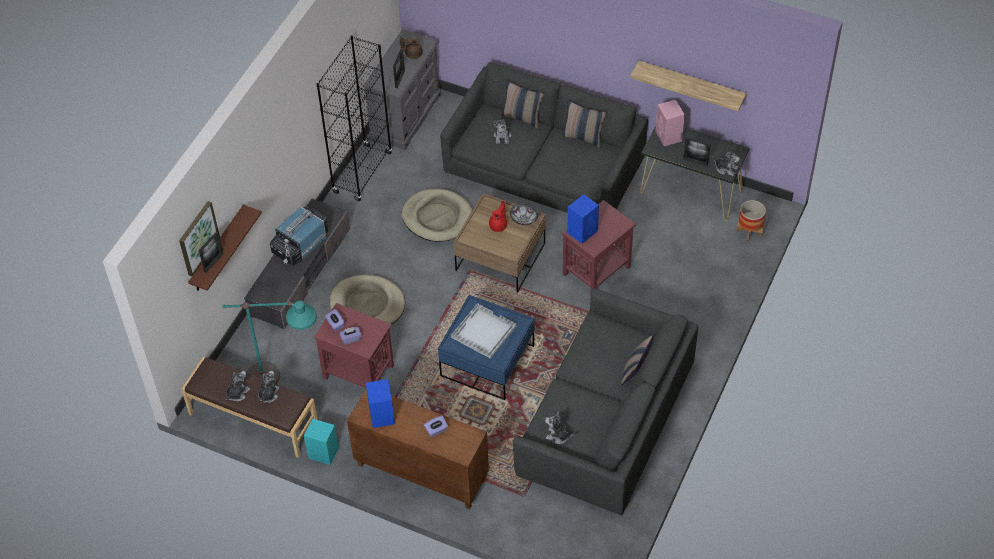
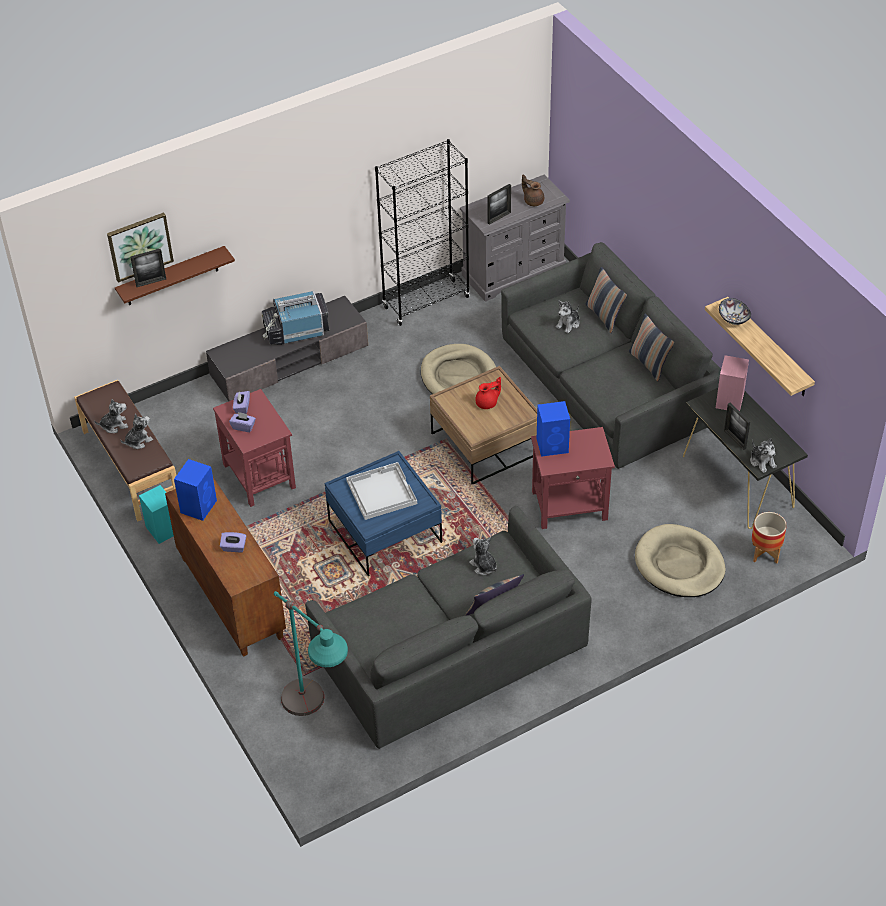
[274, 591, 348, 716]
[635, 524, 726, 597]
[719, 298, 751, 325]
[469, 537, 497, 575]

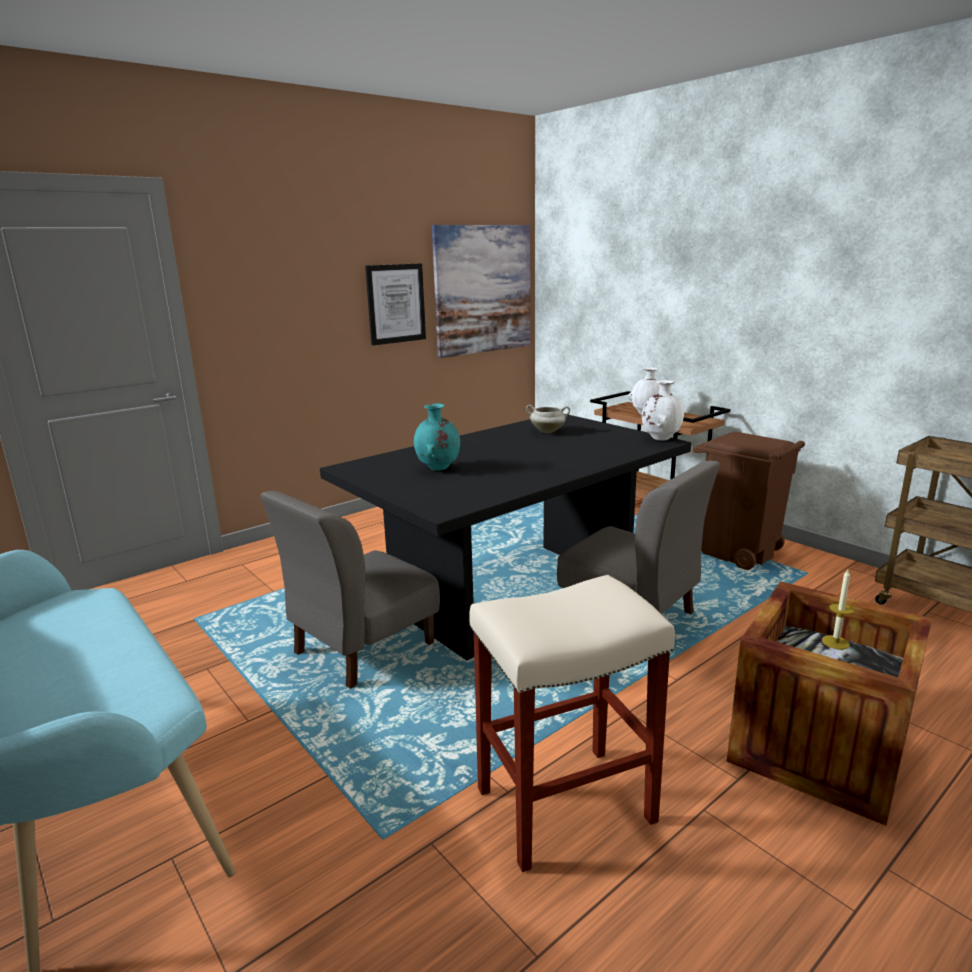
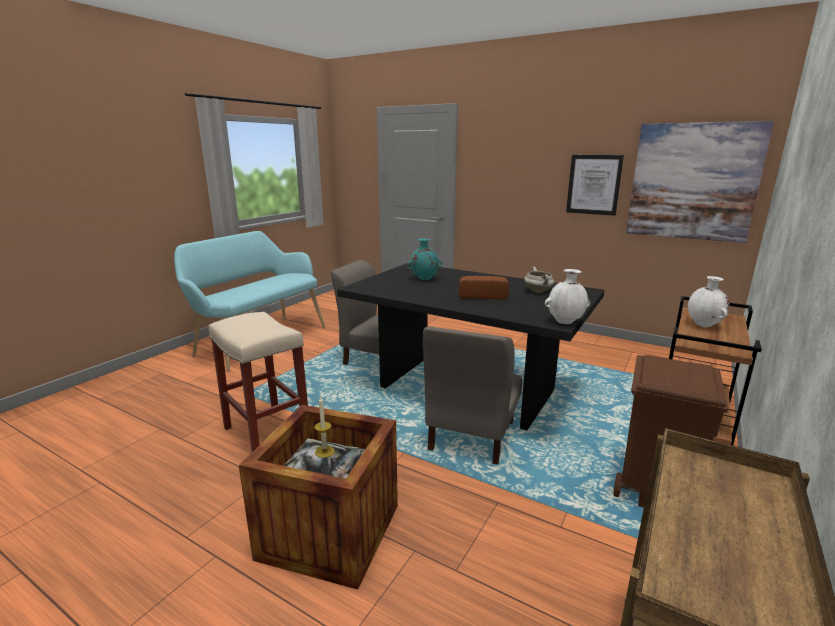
[459, 276, 509, 299]

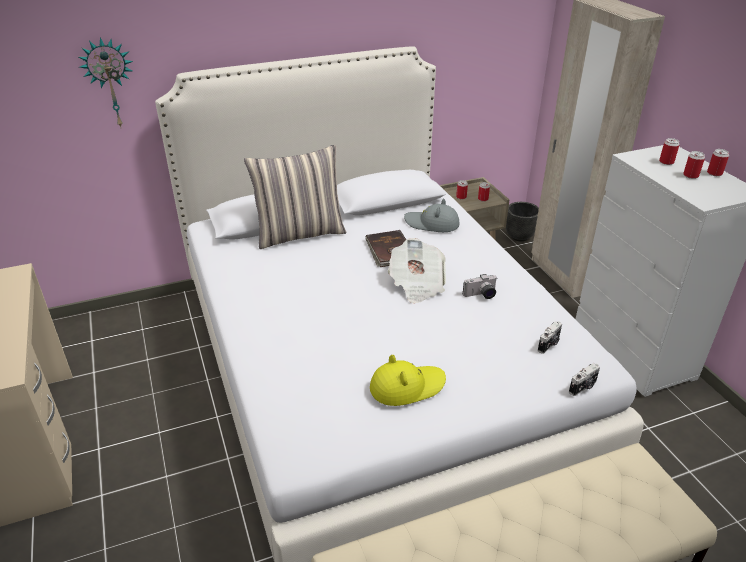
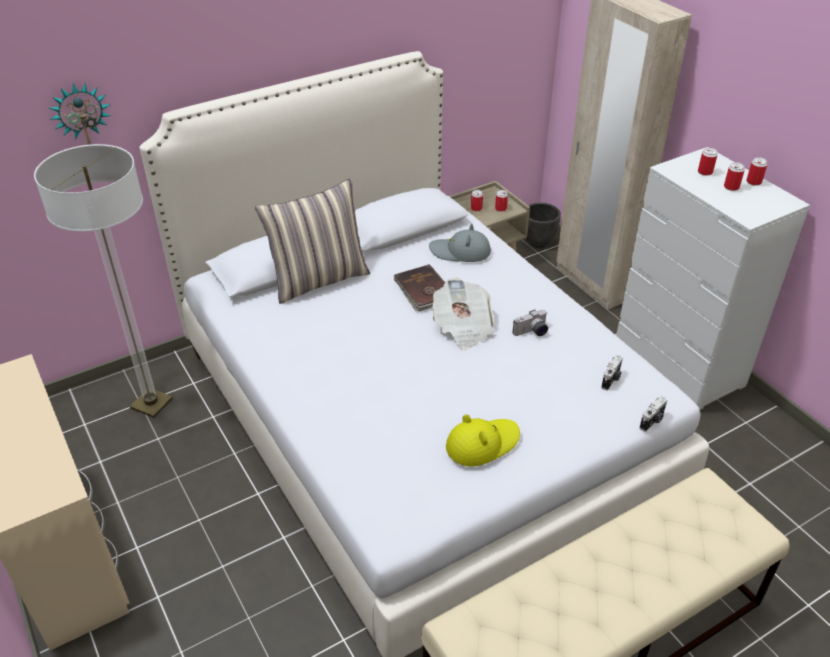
[34, 144, 173, 418]

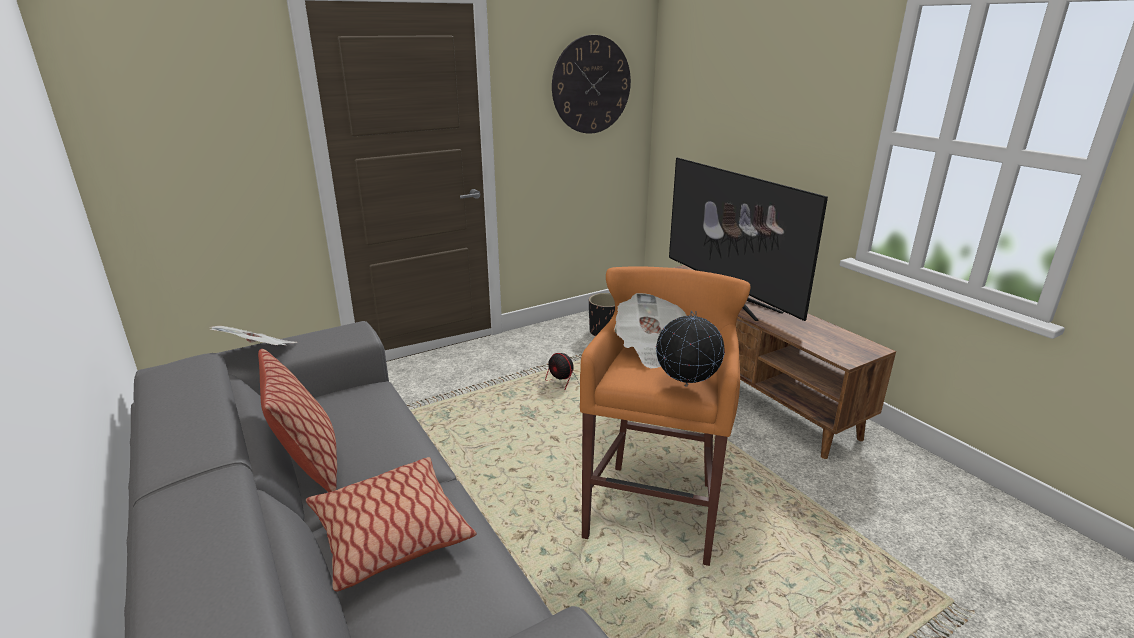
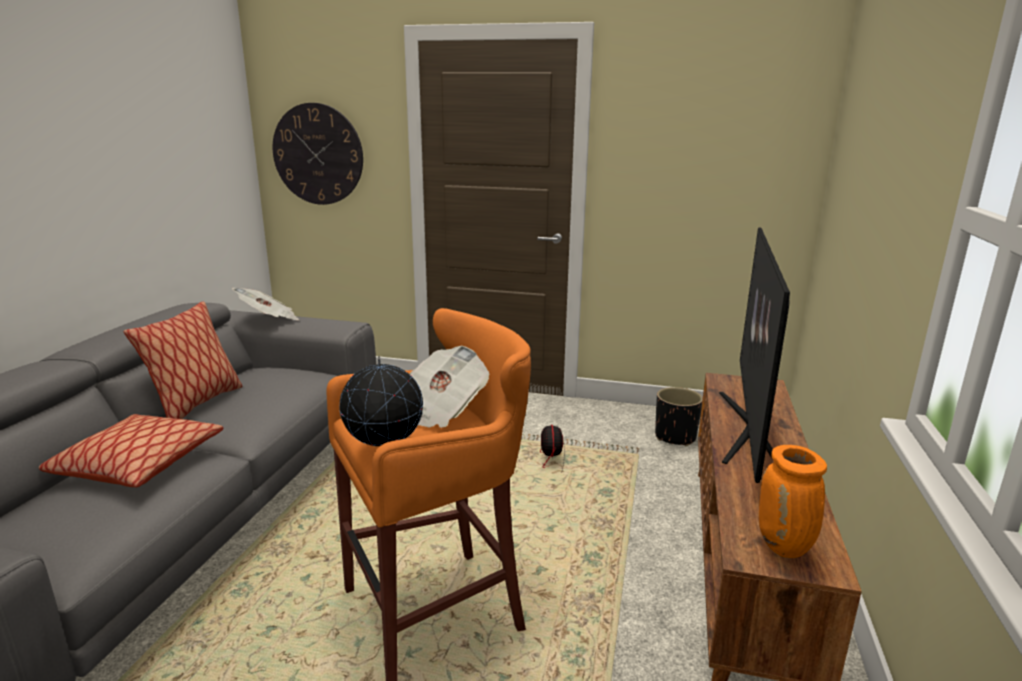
[273, 103, 363, 205]
[759, 445, 827, 558]

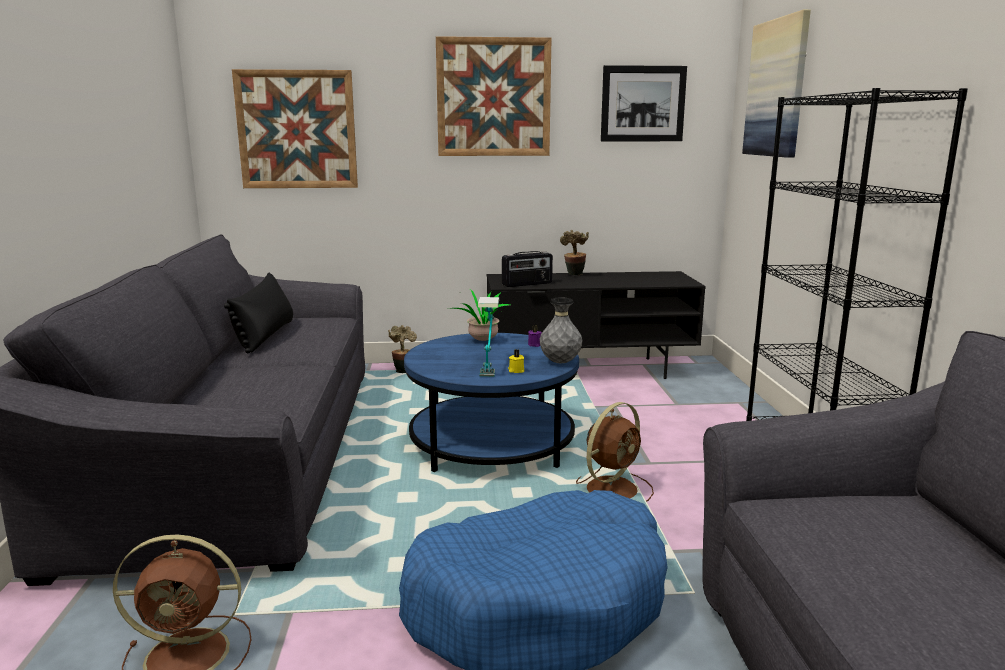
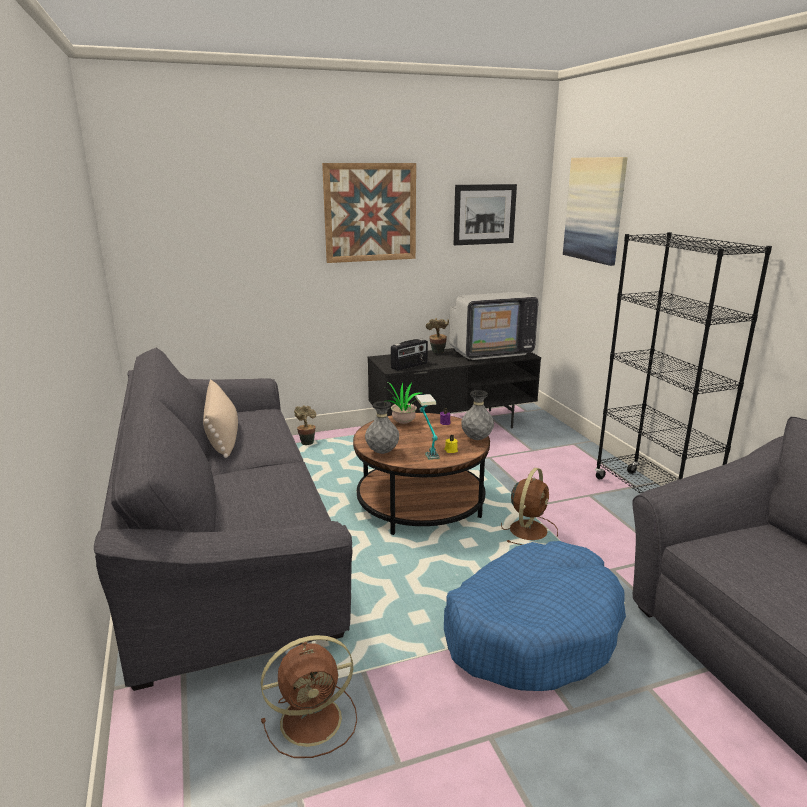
[203, 379, 238, 458]
[232, 69, 358, 188] (first image)
[353, 413, 490, 535]
[365, 401, 399, 454]
[449, 292, 539, 360]

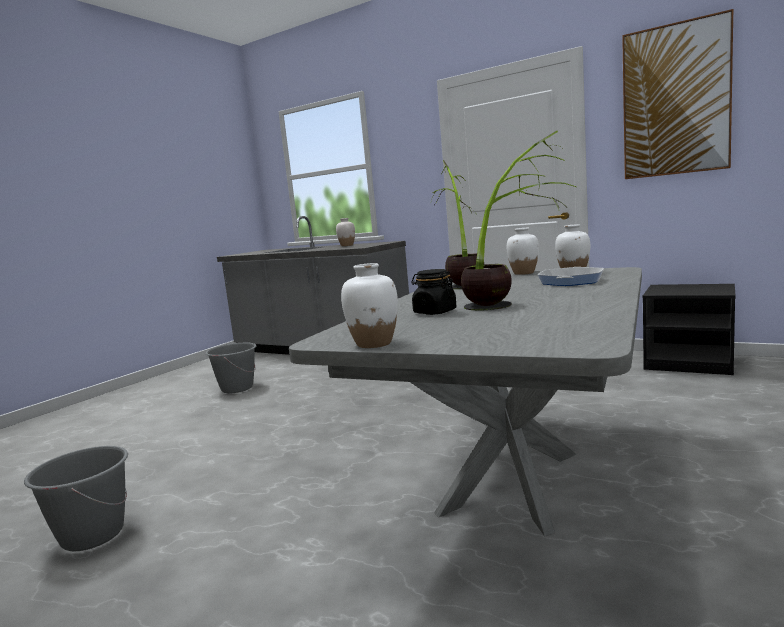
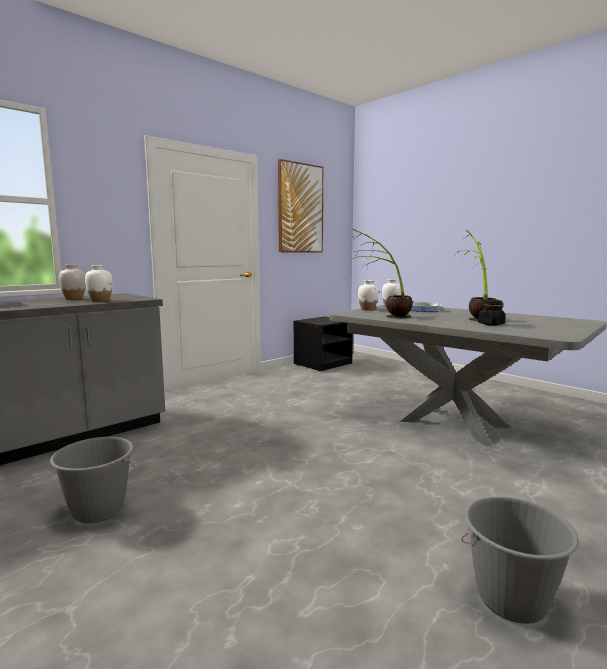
[85, 265, 113, 302]

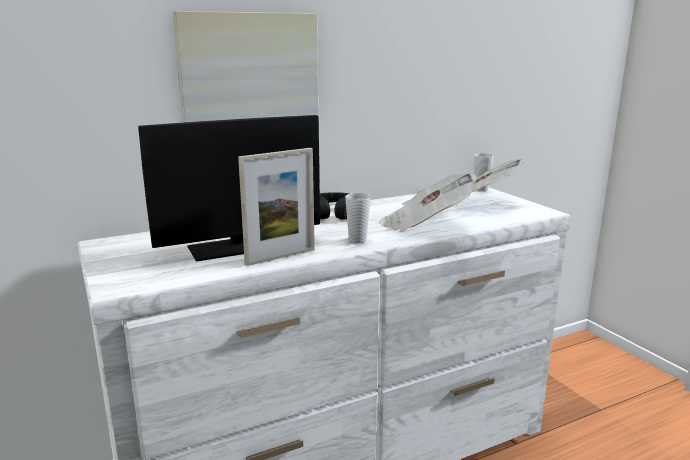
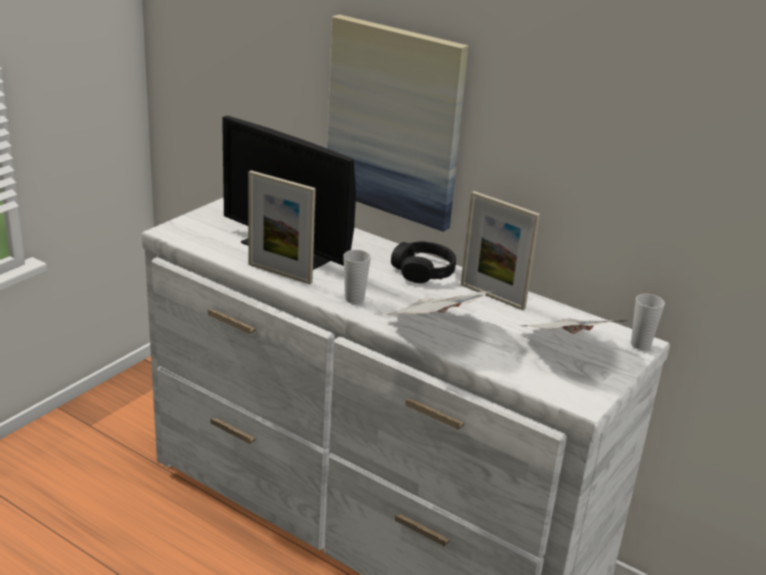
[461, 191, 540, 310]

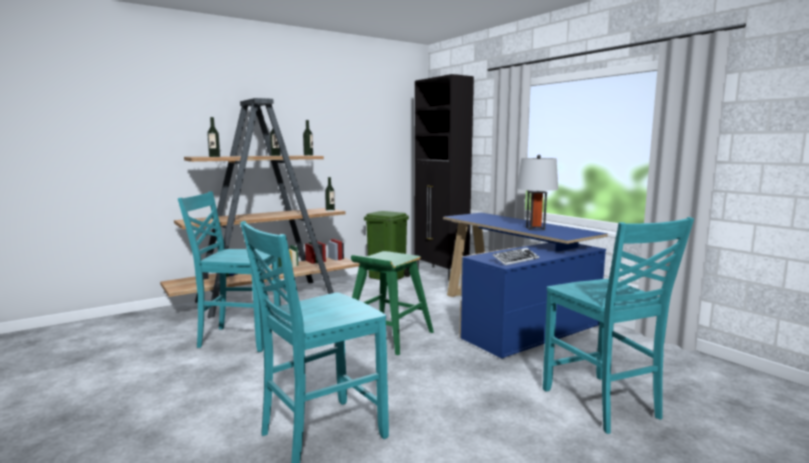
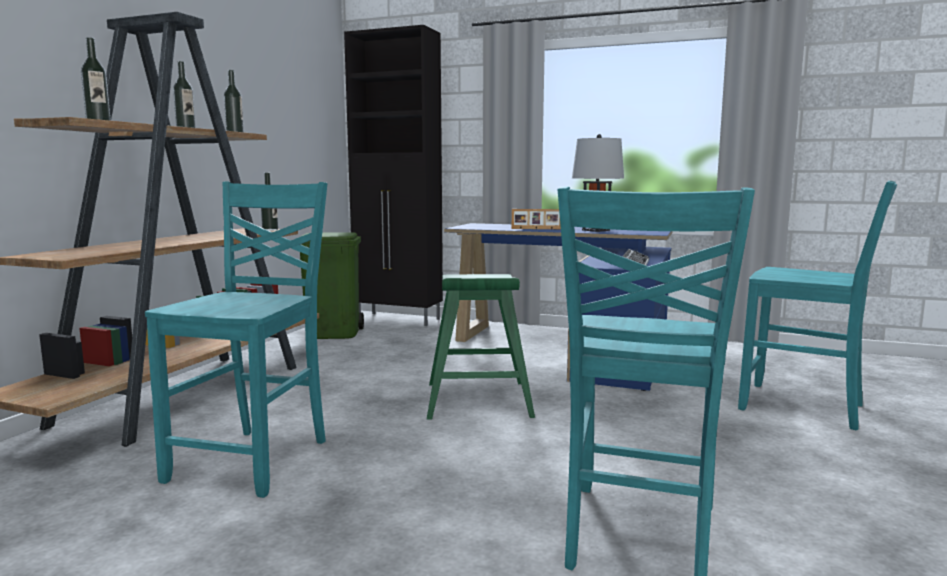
[145, 181, 327, 498]
[512, 209, 561, 229]

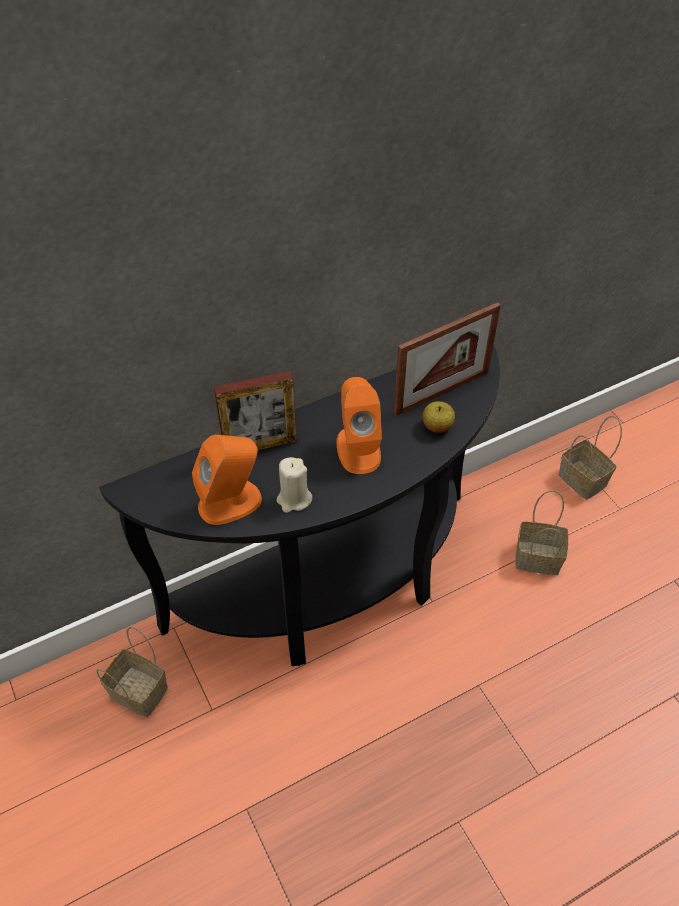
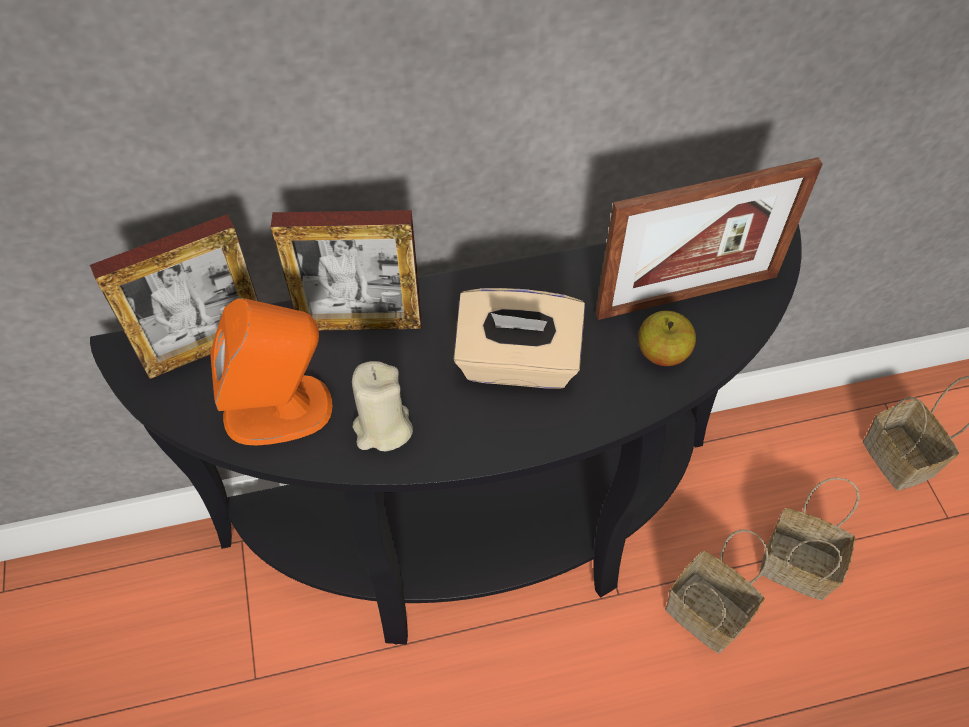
[665, 529, 769, 653]
[453, 288, 585, 388]
[90, 214, 259, 379]

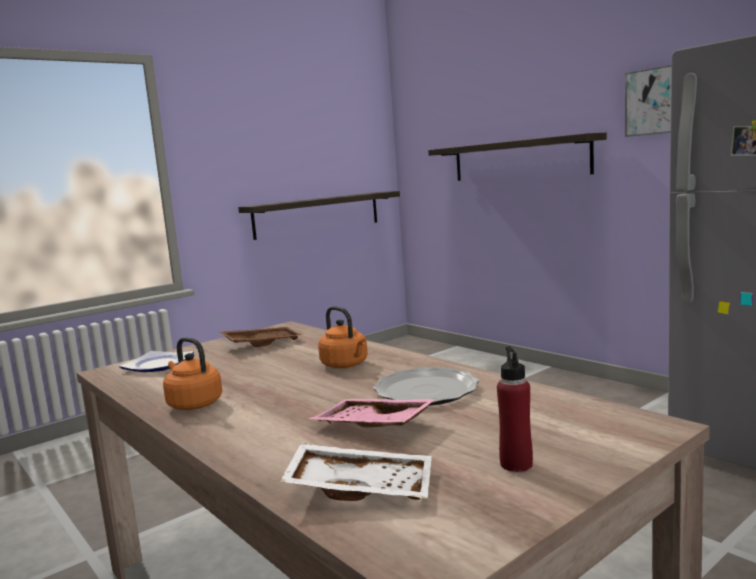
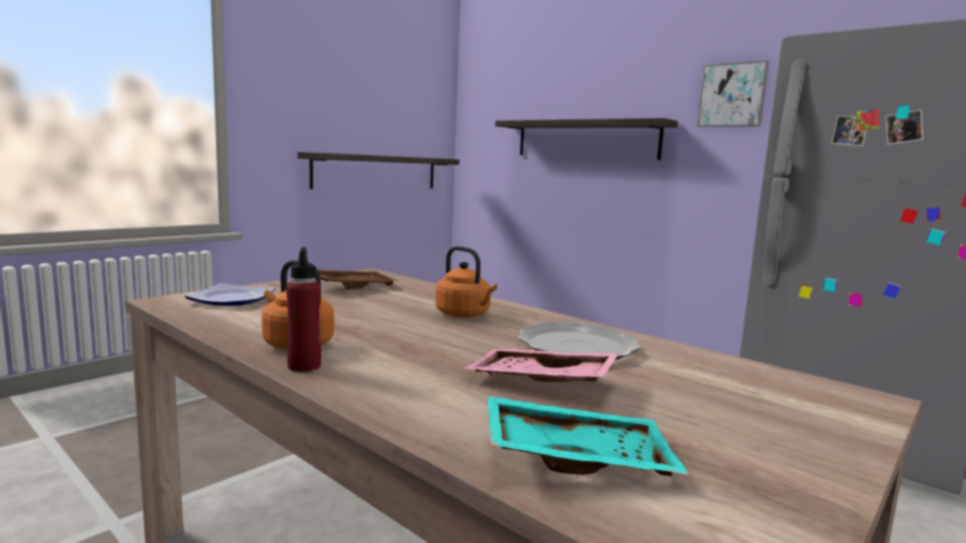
[487, 395, 689, 476]
[286, 247, 321, 372]

